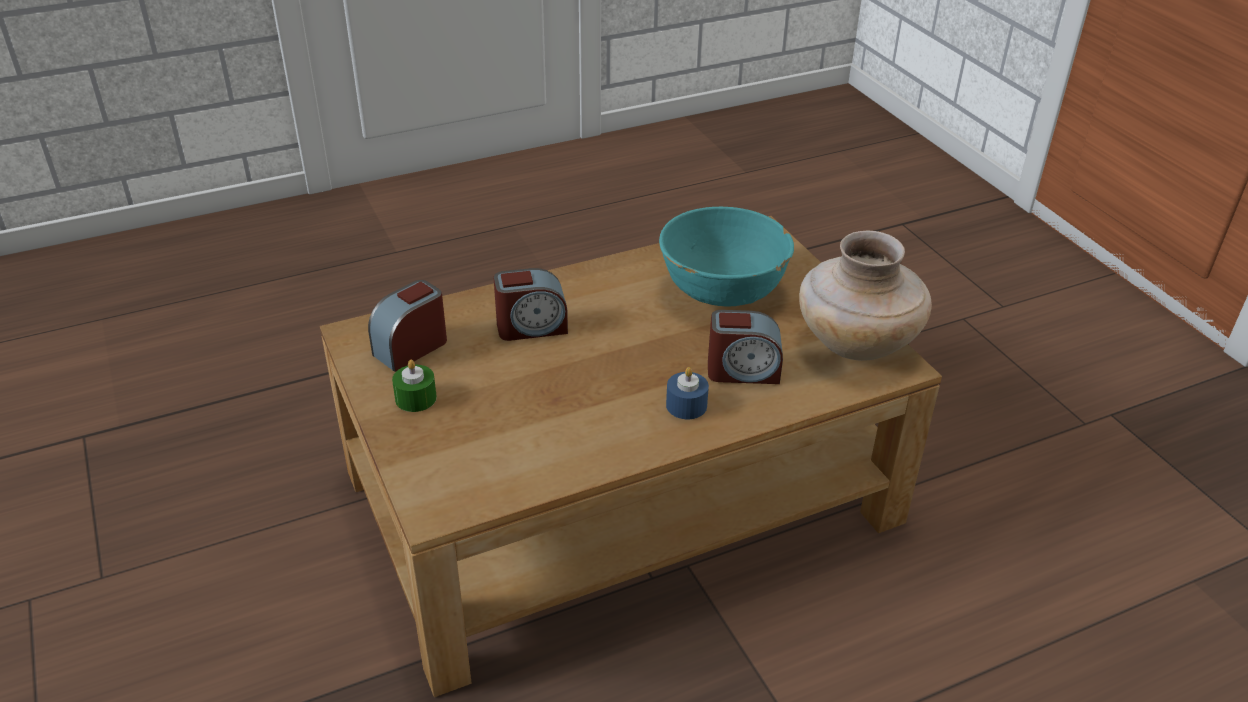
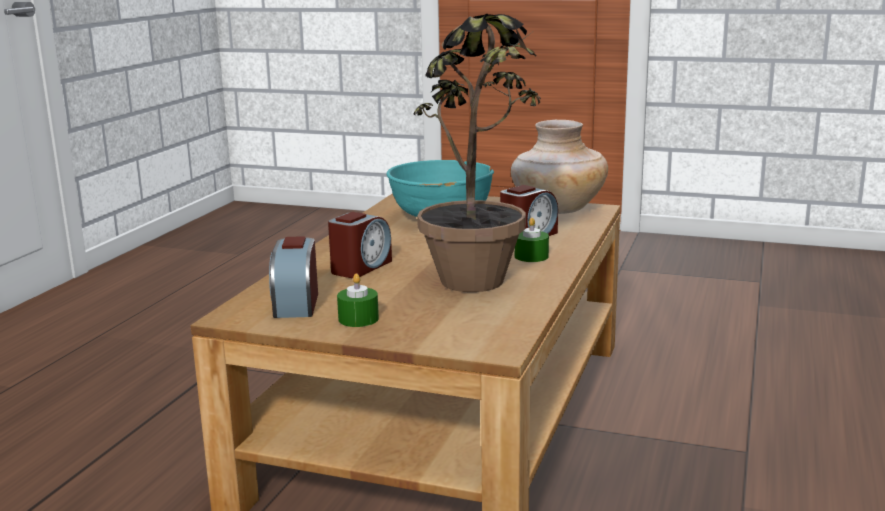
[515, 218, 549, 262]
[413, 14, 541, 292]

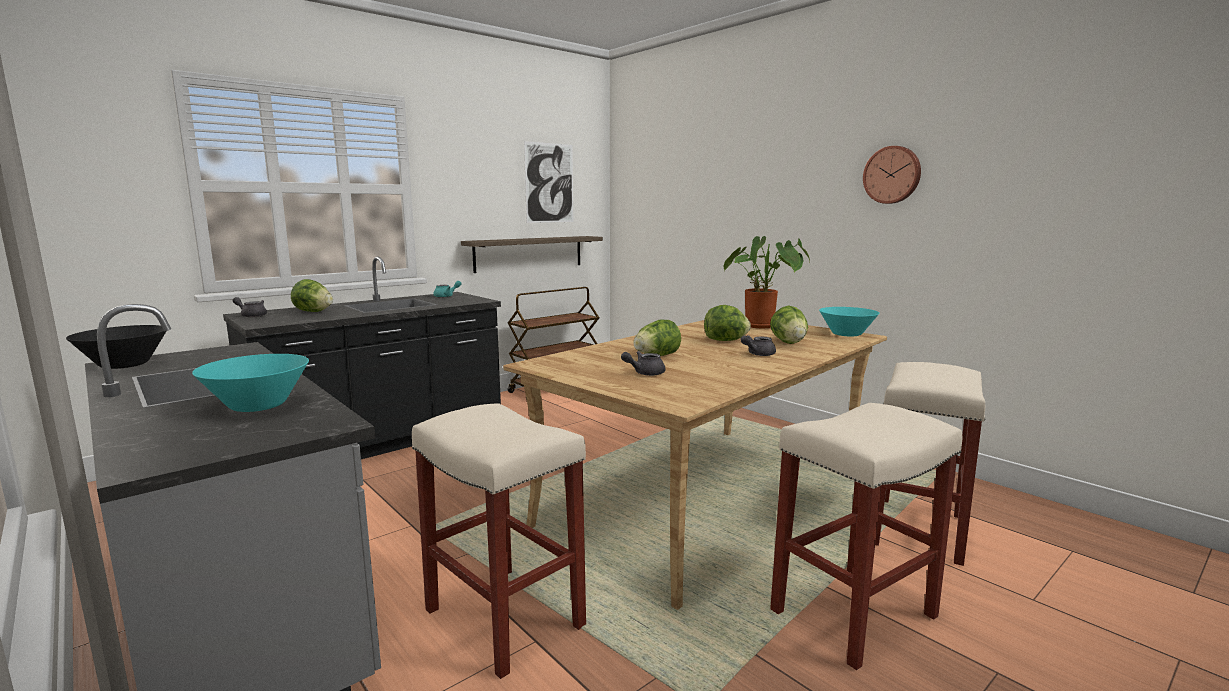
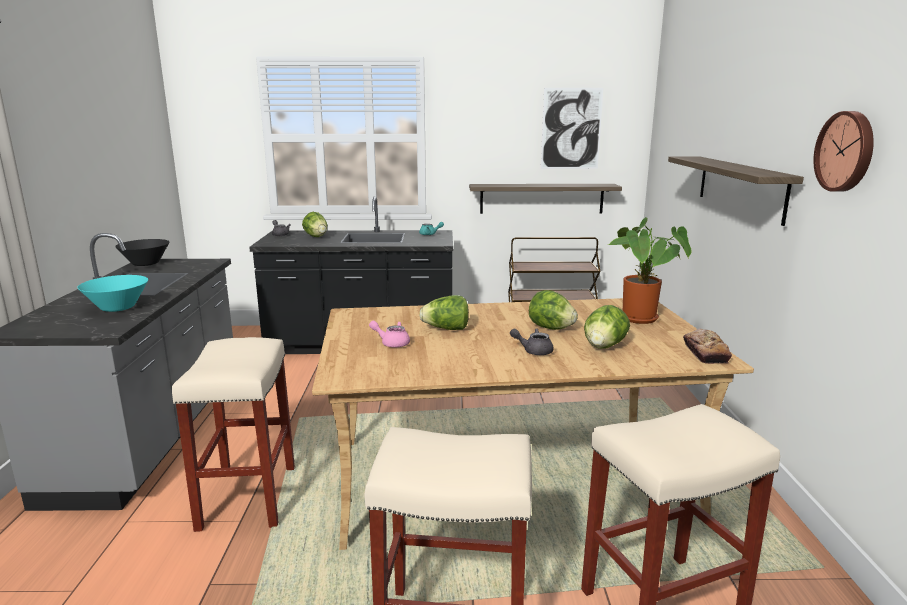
[369, 321, 410, 348]
[683, 328, 732, 364]
[668, 157, 804, 226]

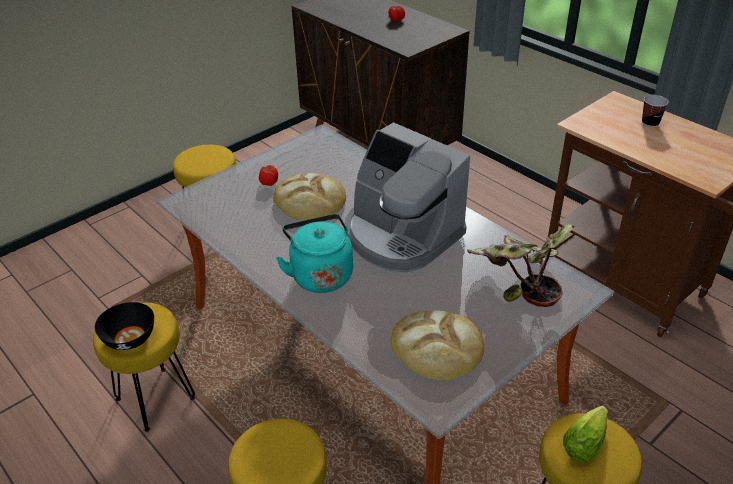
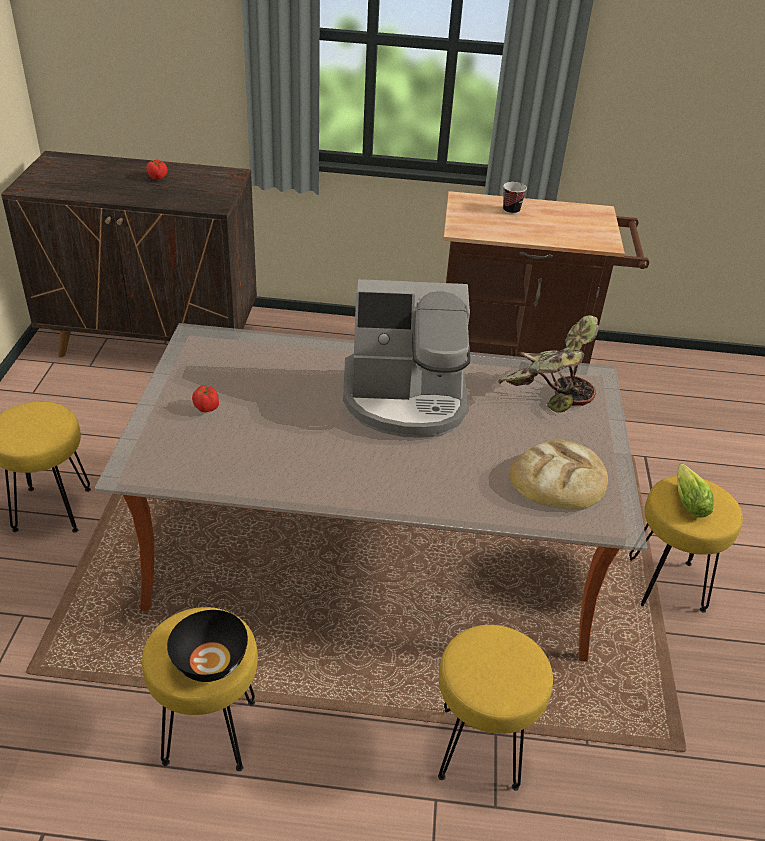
[273, 173, 346, 220] (first image)
[276, 214, 353, 293] (first image)

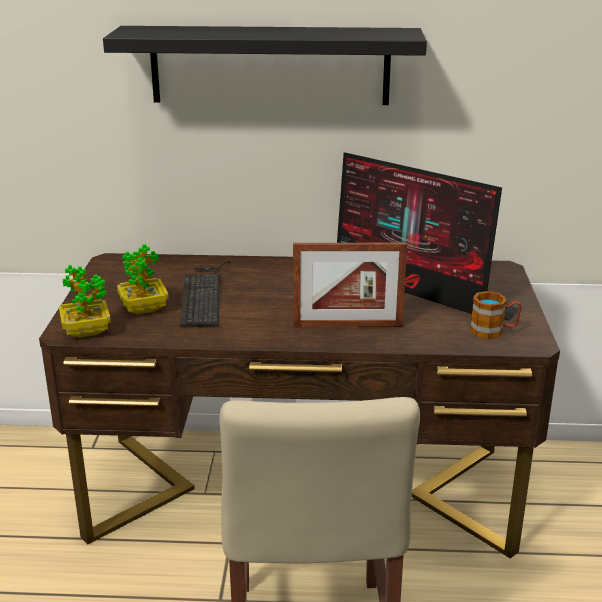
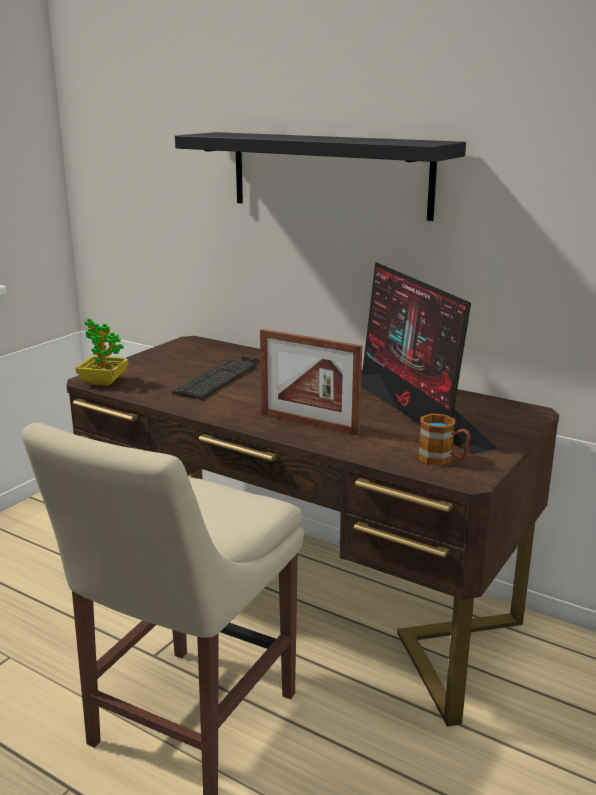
[117, 244, 169, 314] (first image)

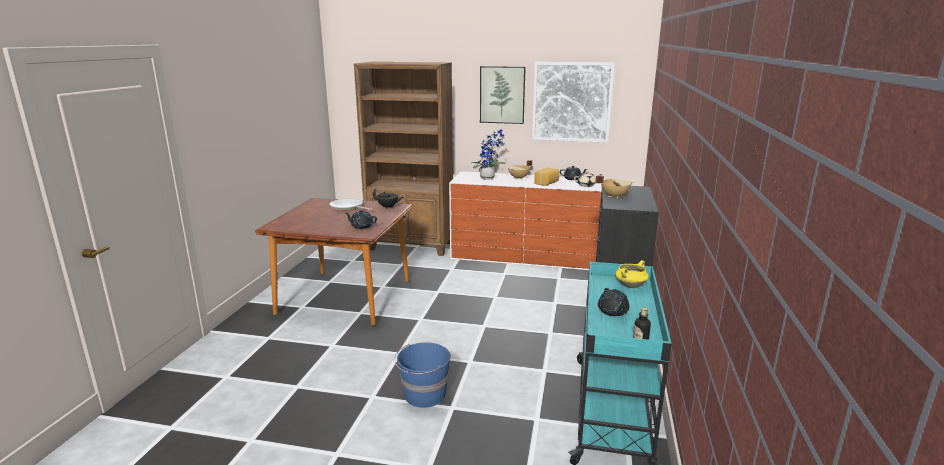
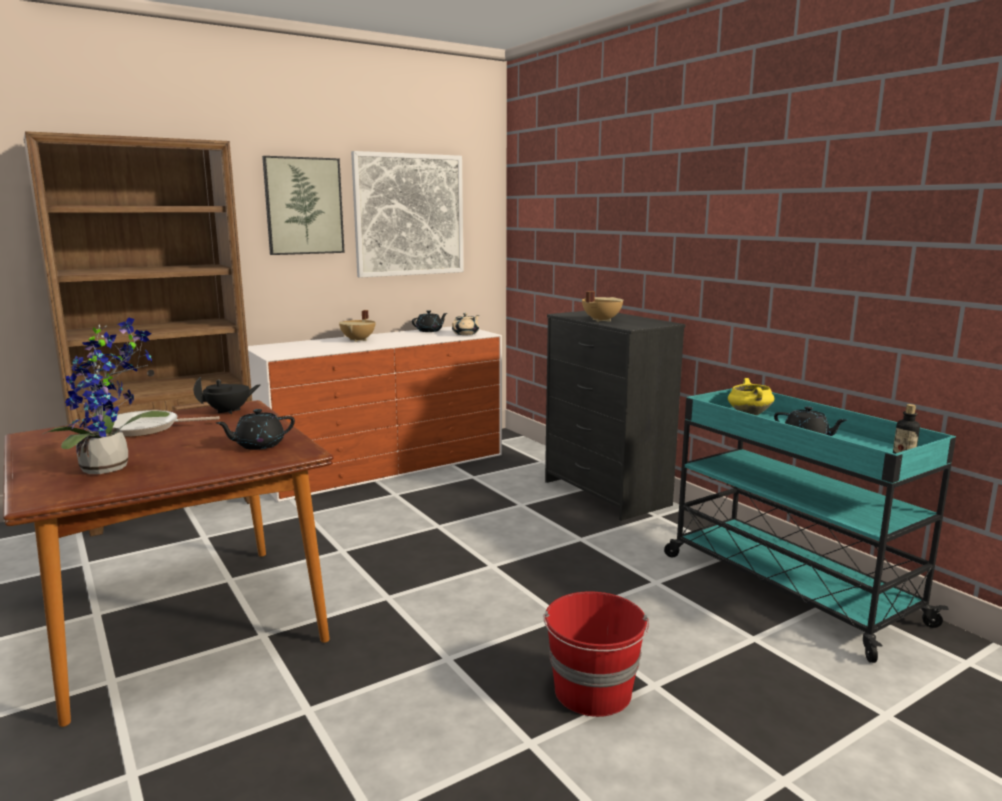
[544, 591, 649, 717]
[43, 317, 170, 474]
[534, 168, 559, 186] (first image)

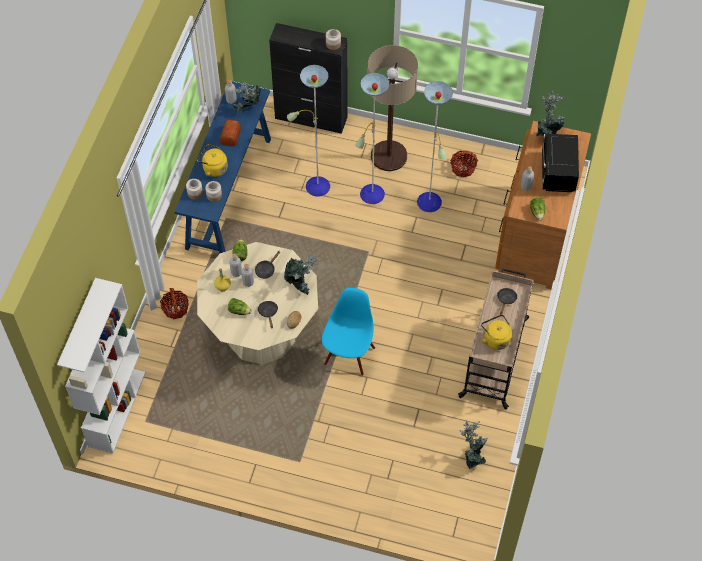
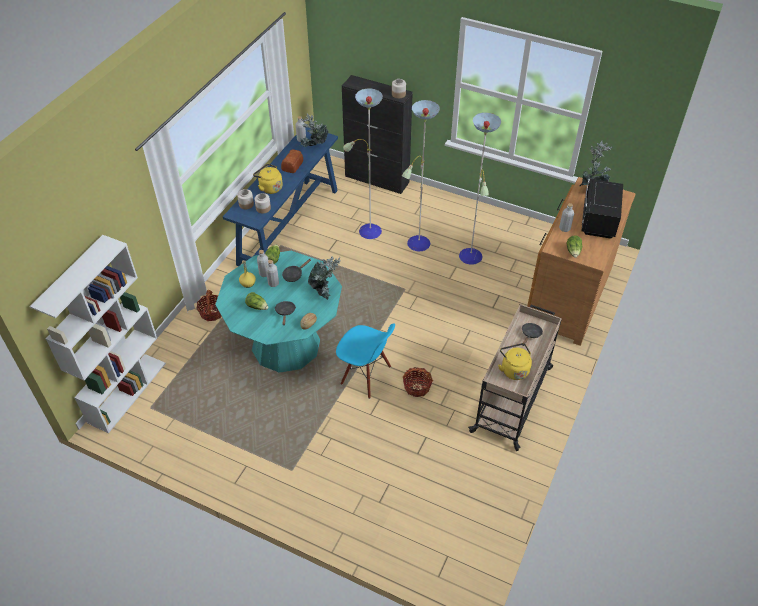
[215, 251, 342, 373]
[336, 323, 395, 399]
[367, 45, 418, 171] (first image)
[403, 367, 433, 397]
[460, 421, 488, 469] (first image)

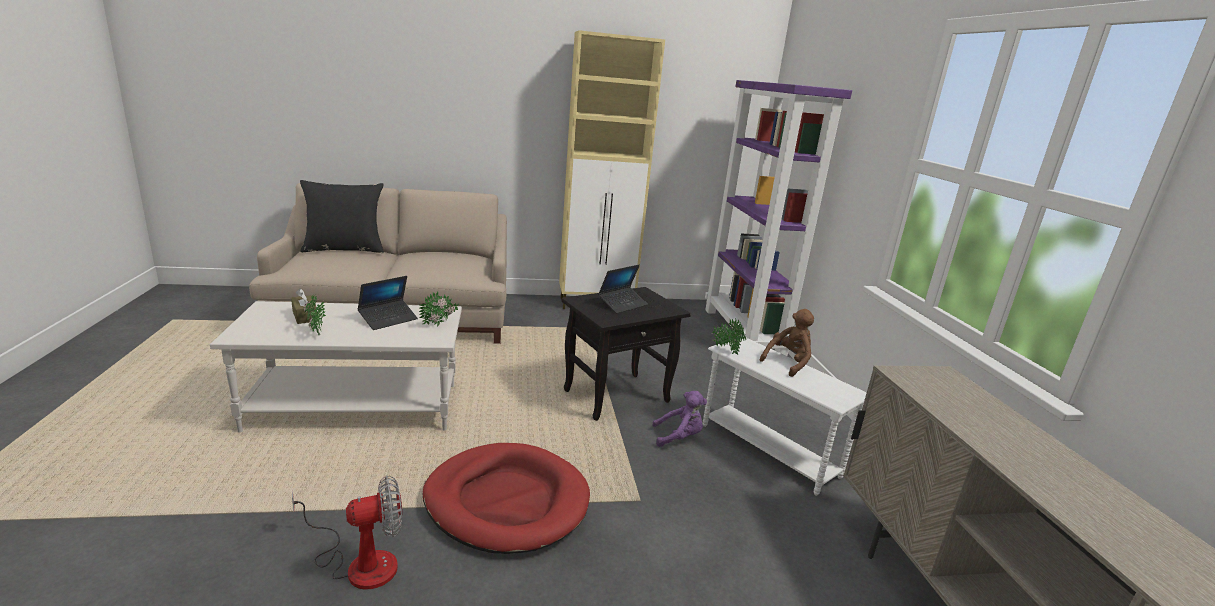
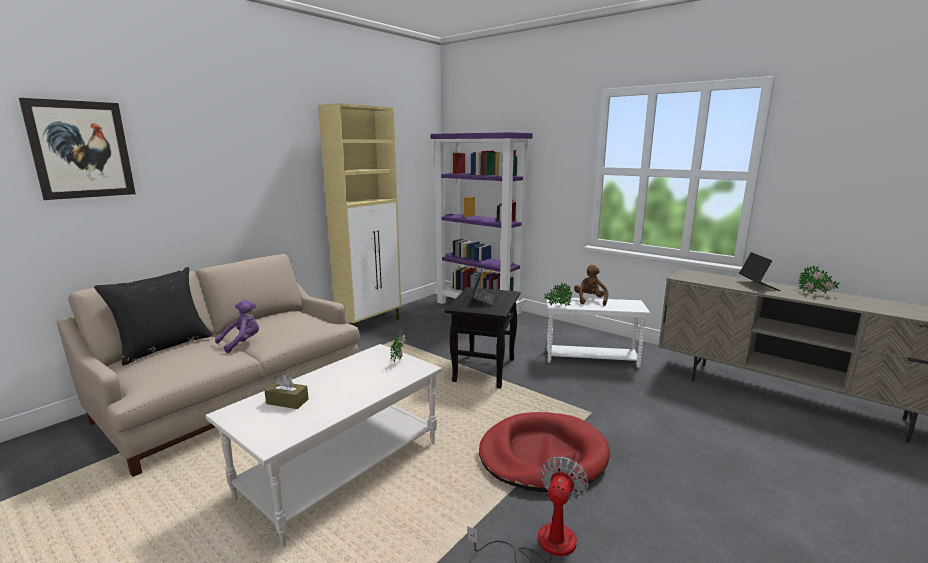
[799, 265, 839, 294]
[739, 252, 781, 291]
[215, 300, 259, 353]
[19, 98, 136, 200]

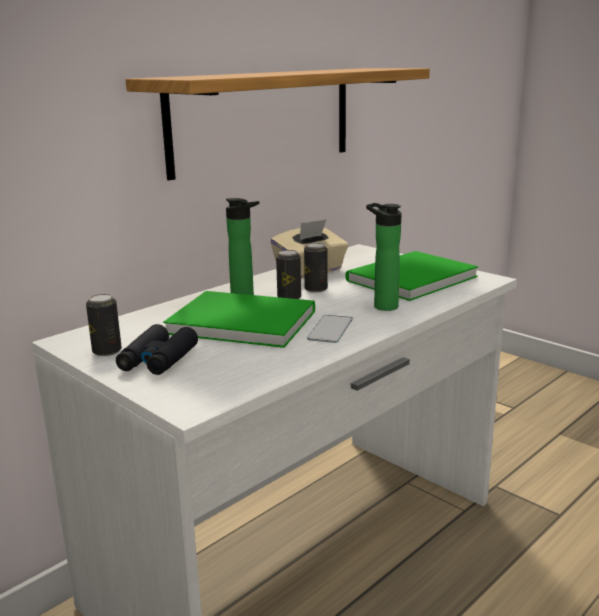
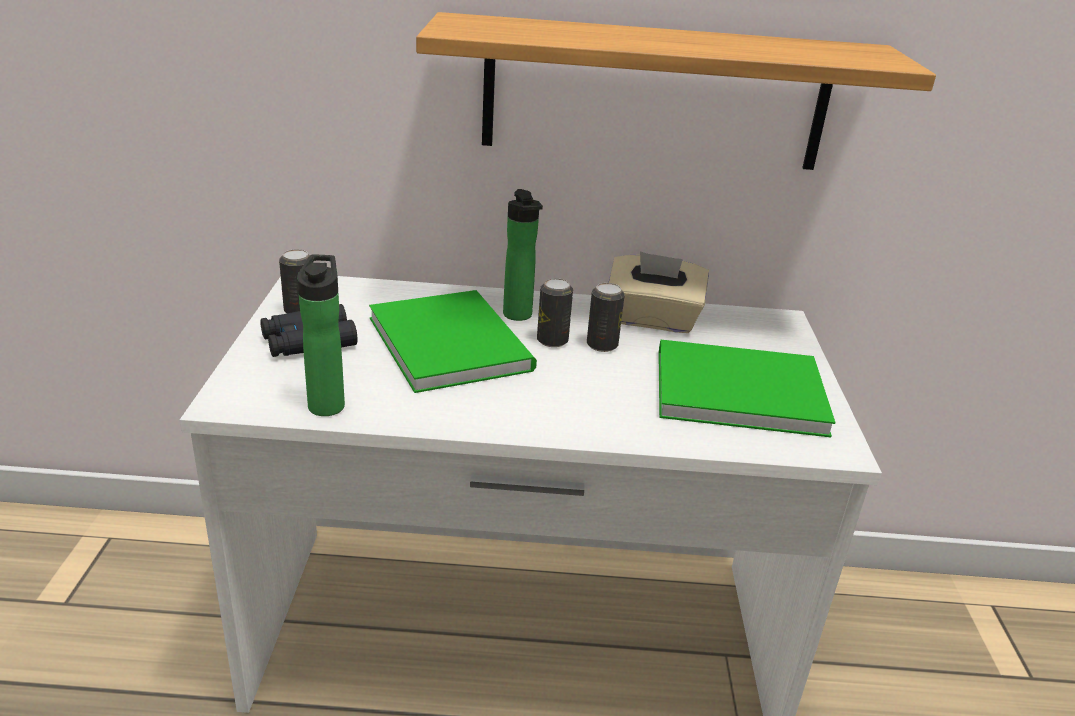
[307, 315, 353, 343] (first image)
[297, 255, 345, 416]

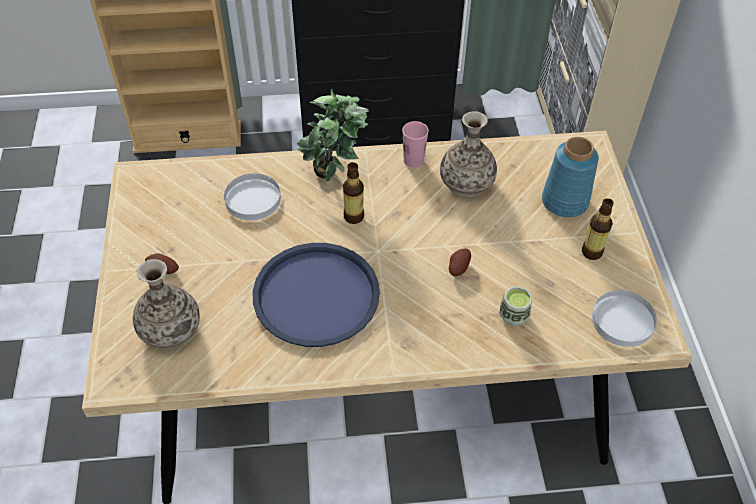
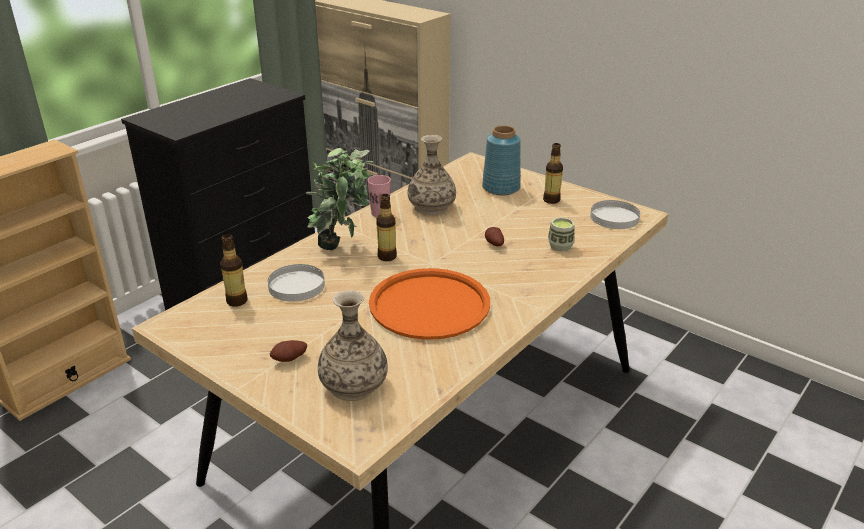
[369, 268, 490, 340]
[220, 234, 248, 307]

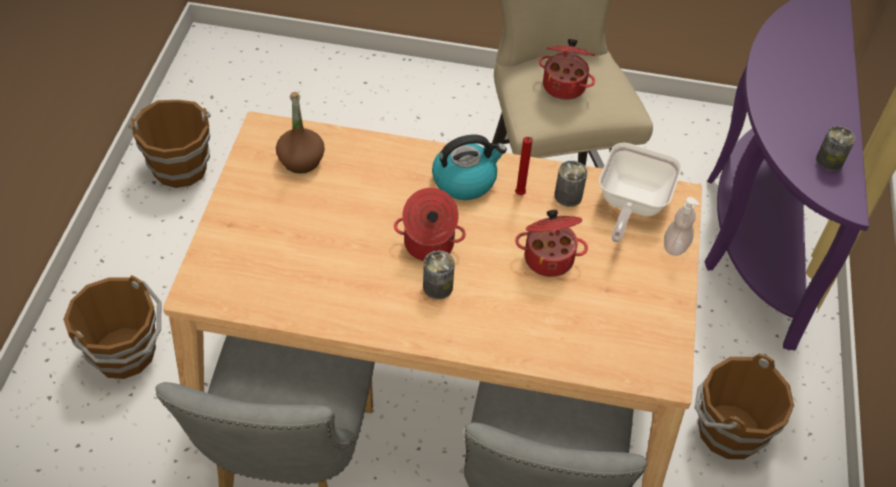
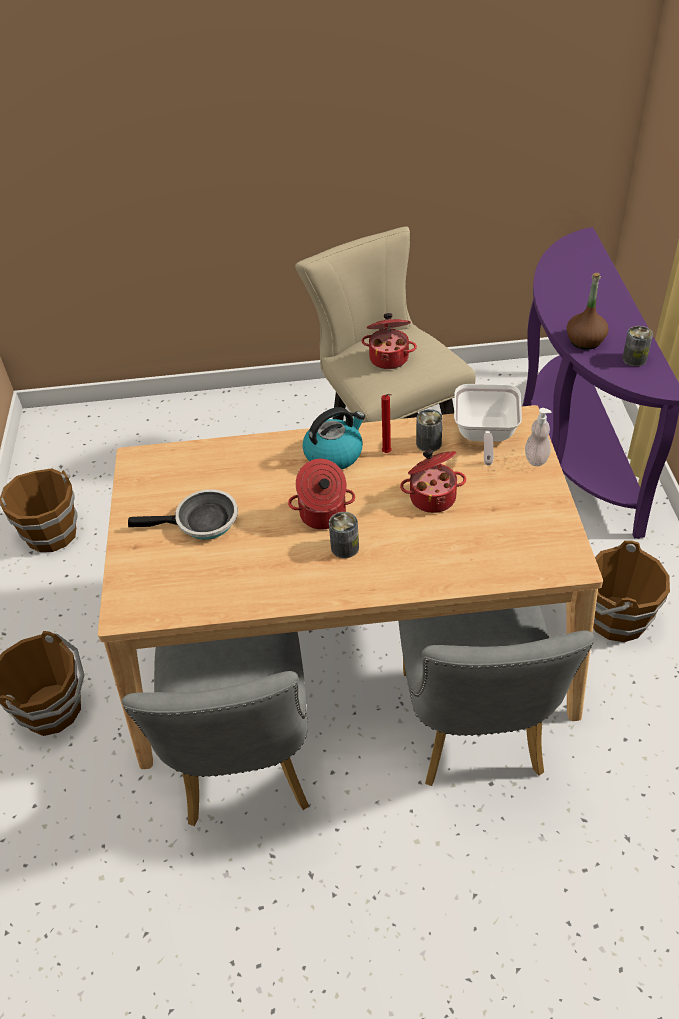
[567, 273, 609, 350]
[128, 489, 238, 540]

